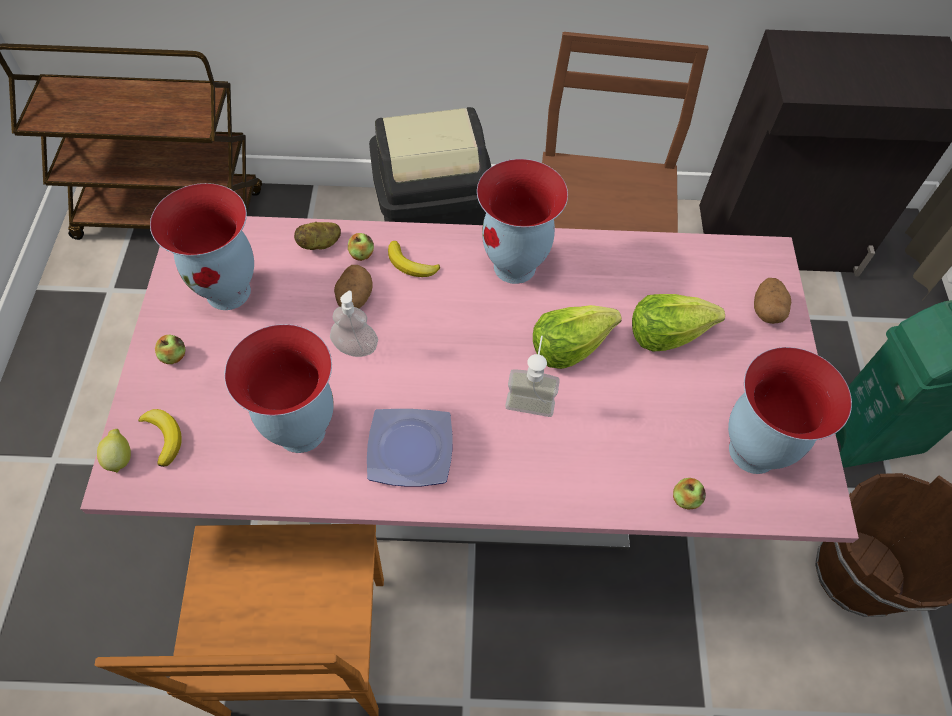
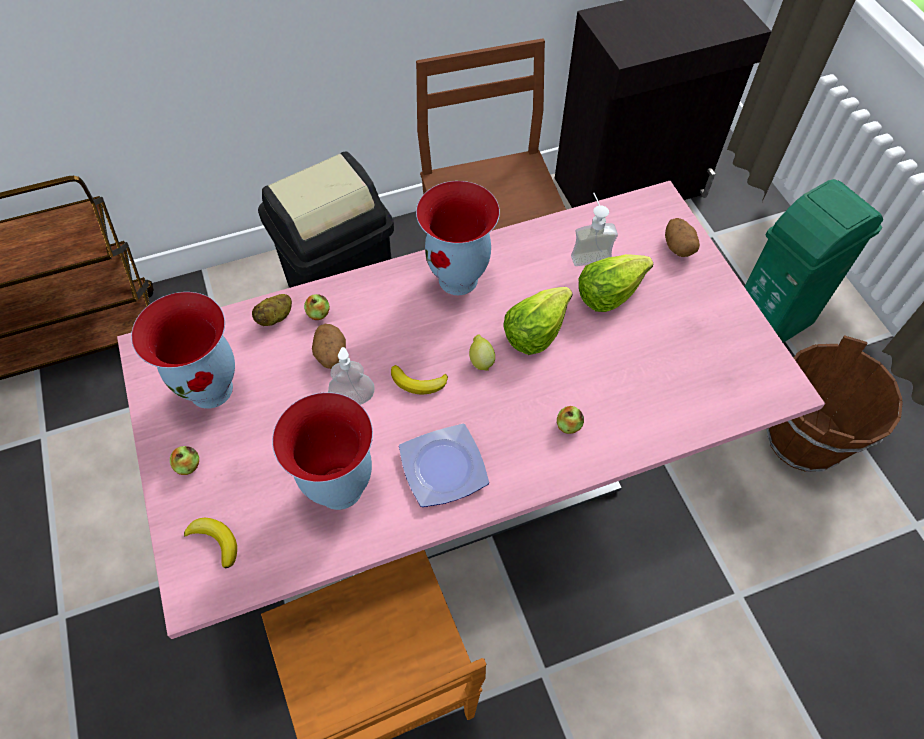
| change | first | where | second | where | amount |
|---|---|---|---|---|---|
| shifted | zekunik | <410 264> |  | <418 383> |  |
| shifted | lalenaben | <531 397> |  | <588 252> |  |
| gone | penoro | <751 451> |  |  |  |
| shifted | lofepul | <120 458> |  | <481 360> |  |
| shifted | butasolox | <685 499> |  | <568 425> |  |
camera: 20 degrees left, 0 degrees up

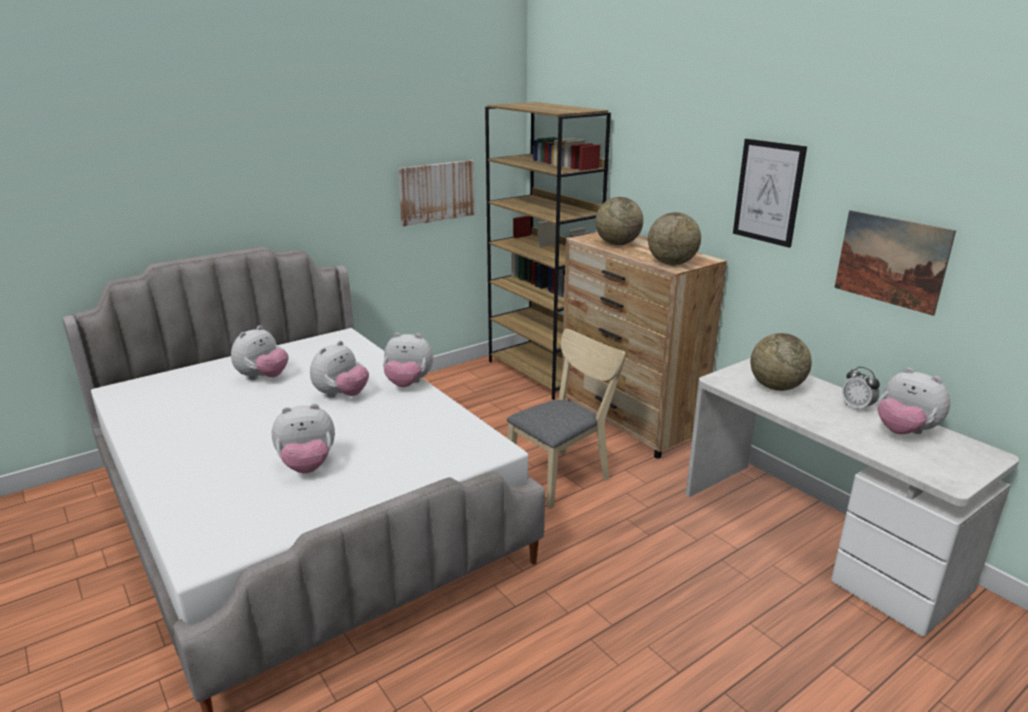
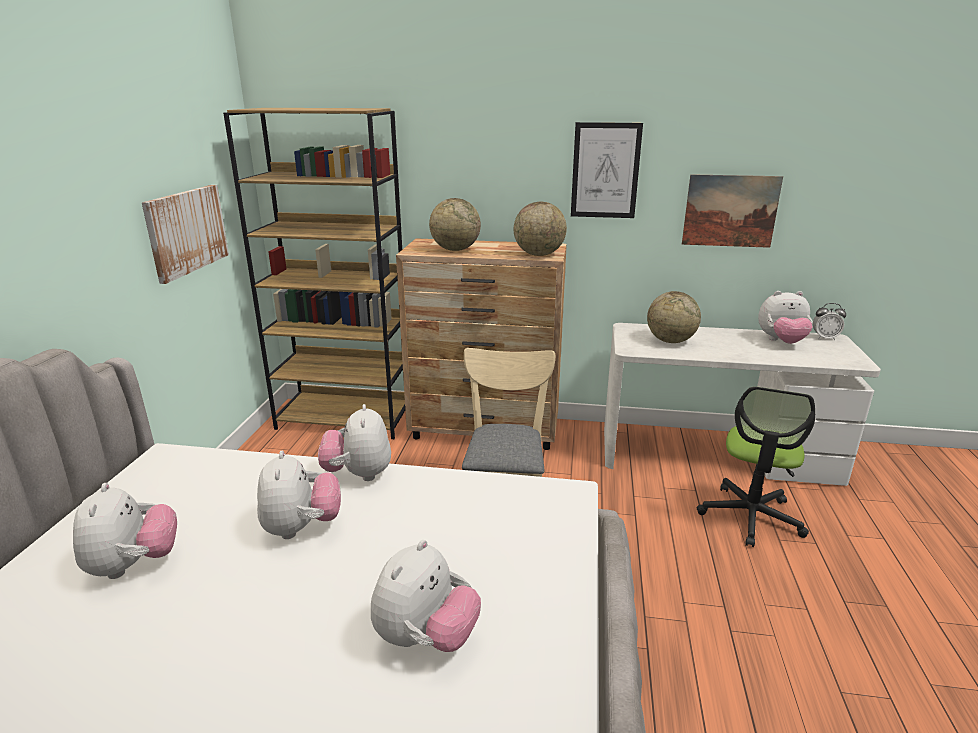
| change | first | where | second | where | amount |
|---|---|---|---|---|---|
| rotated | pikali | <408 384> |  | <358 474> | 120 degrees clockwise |
| shifted | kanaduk | <857 407> |  | <825 338> |  |
| new |  |  | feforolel | <750 516> |  |
camera: 45 degrees left, 0 degrees up

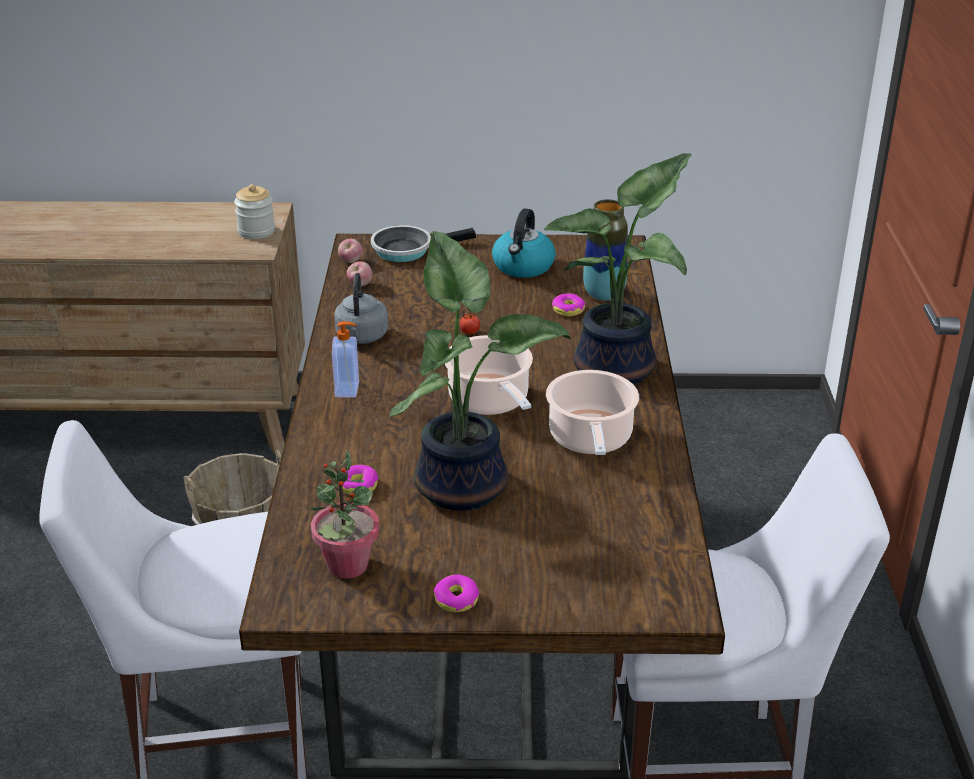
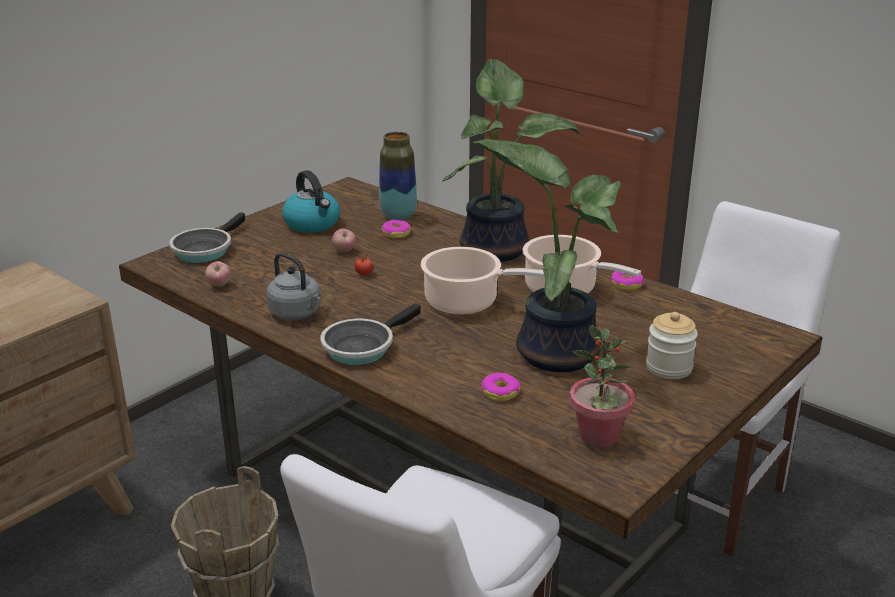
| change | first | where | second | where | amount |
|---|---|---|---|---|---|
| shifted | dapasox | <256 231> |  | <669 368> |  |
| shifted | butasolox | <351 262> |  | <344 251> |  |
| swapped | lalenaben | <348 390> | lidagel | <362 347> |  |
| shifted | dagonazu | <456 600> |  | <626 285> |  |
camera: 50 degrees left, 5 degrees down

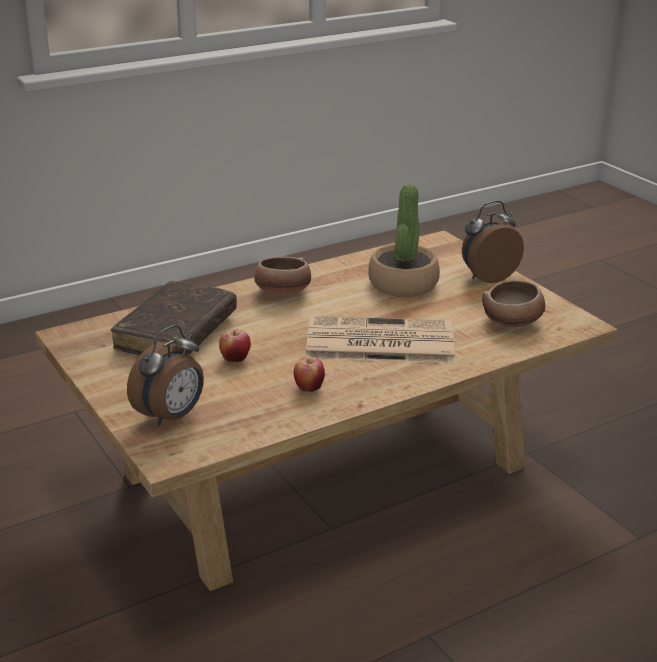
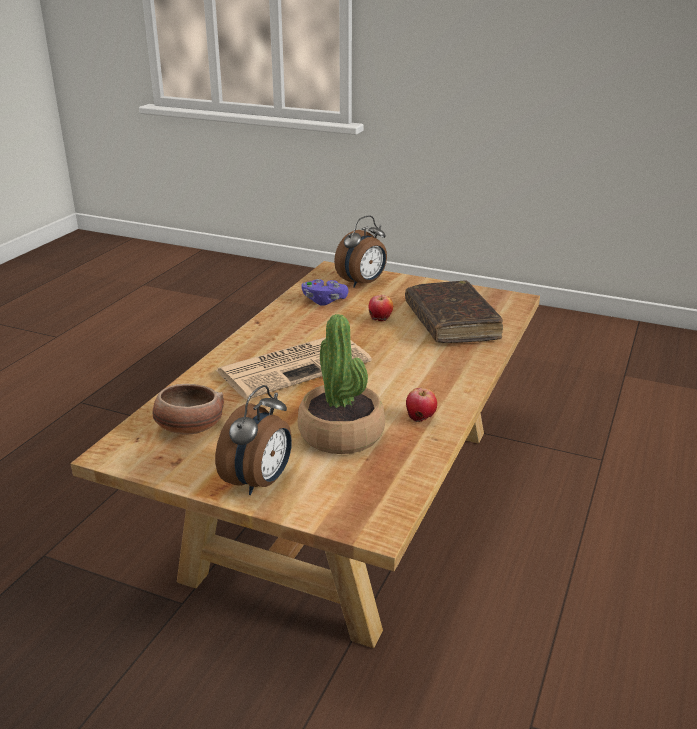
| change | first | where | second | where | amount |
|---|---|---|---|---|---|
| gone | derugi | <282 293> |  |  |  |
| rotated | kanaduk | <171 416> |  | <363 283> | 135 degrees counterclockwise |
| shifted | butasolox | <309 388> |  | <420 419> |  |
| new |  |  | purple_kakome | <324 301> |  |
camera: 145 degrees right, 0 degrees up

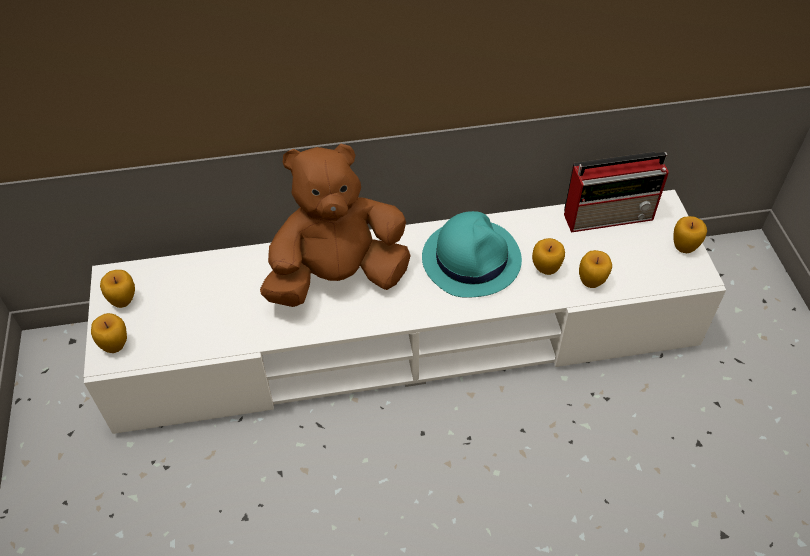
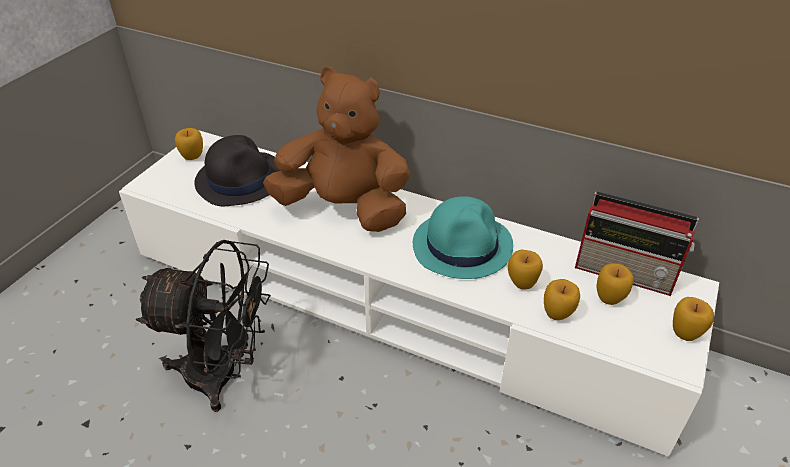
| change | first | where | second | where | amount |
|---|---|---|---|---|---|
| shifted | butasolox | <115 345> |  | <609 298> |  |
| new |  |  | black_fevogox | <240 179> |  |
| new |  |  | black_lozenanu | <225 375> |  |
camera: 35 degrees right, 10 degrees down

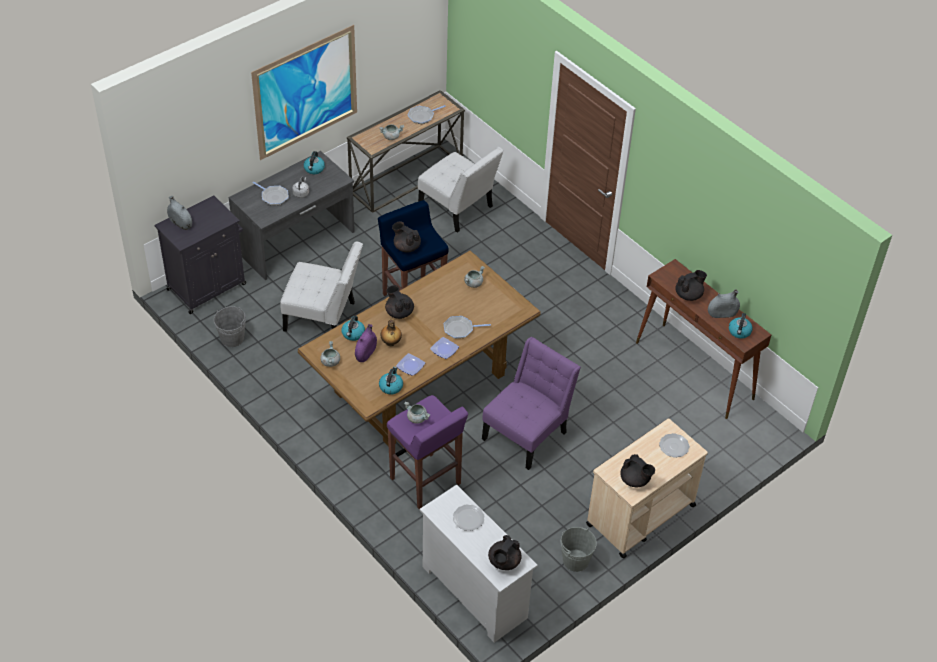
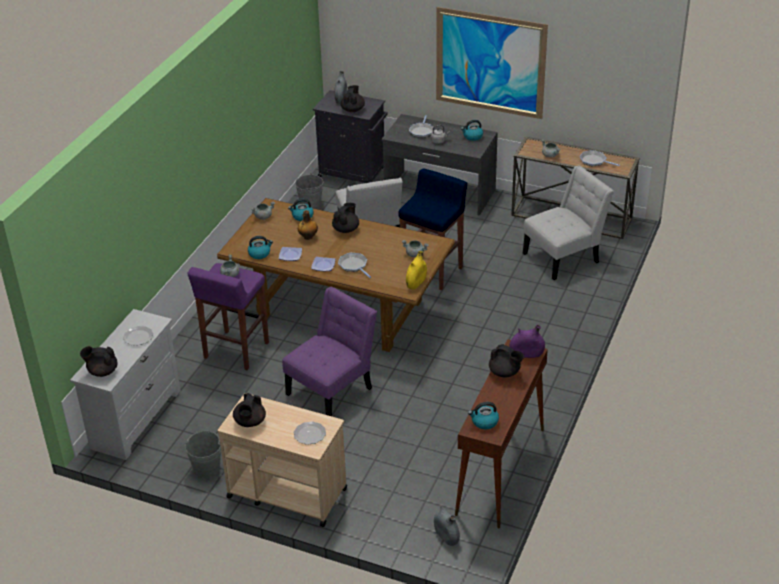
| change | first | where | second | where | amount |
|---|---|---|---|---|---|
| rotated | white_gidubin | <458 209> |  | <564 256> | 135 degrees counterclockwise |
| shifted | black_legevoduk | <406 247> |  | <353 109> |  |
| shifted | grey_penoro | <722 314> |  | <446 536> |  |
| shifted | purple_penoro | <366 353> |  | <526 354> |  |
| rotated | purple_gidubin | <527 433> |  | <332 389> | 60 degrees counterclockwise |
| new |  |  | yellow_penoro | <416 282> |  |
camera: 65 degrees right, 10 degrees down

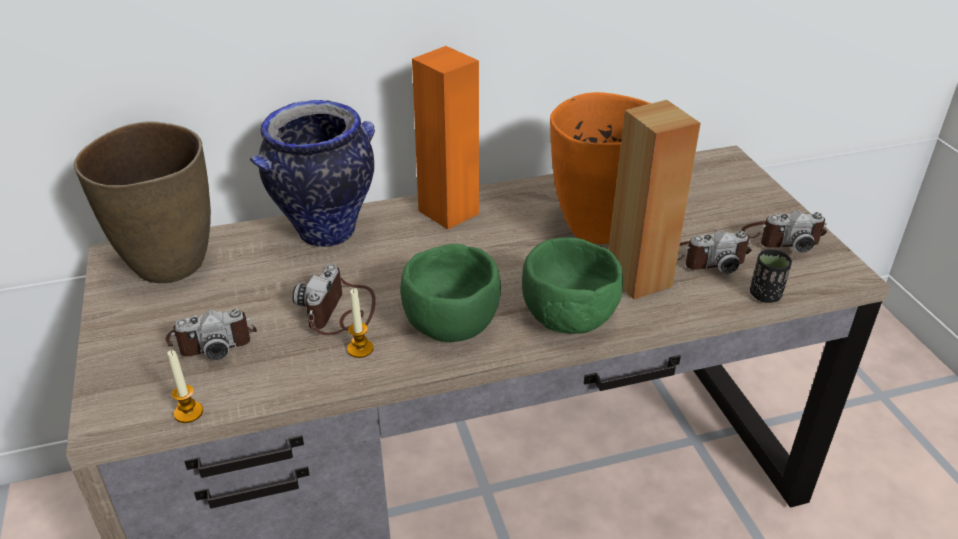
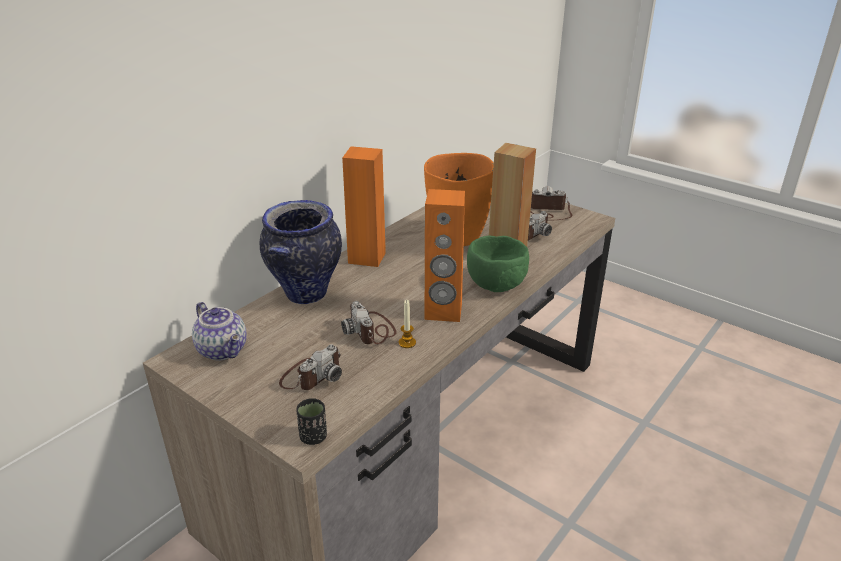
| change | first | where | second | where | amount |
|---|---|---|---|---|---|
| swapped | brown_penoro | <170 265> | legevoduk | <224 350> |  |
| rotated | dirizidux | <782 238> |  | <549 212> | 135 degrees counterclockwise |
| swapped | green_derugi | <453 326> | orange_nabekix | <443 312> |  |
| shifted | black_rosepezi | <765 295> |  | <313 437> |  |
| gone | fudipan | <188 412> |  |  |  |
camera: 35 degrees left, 5 degrees down

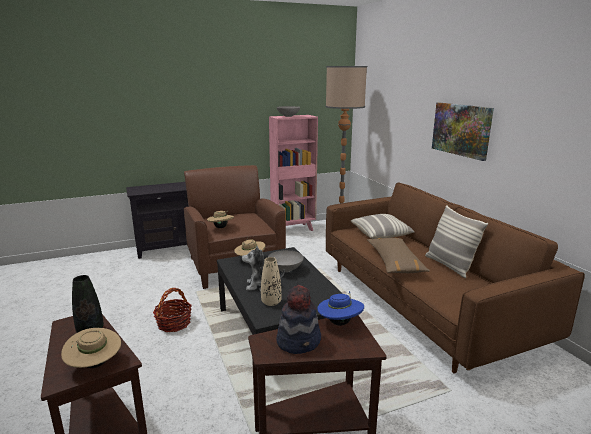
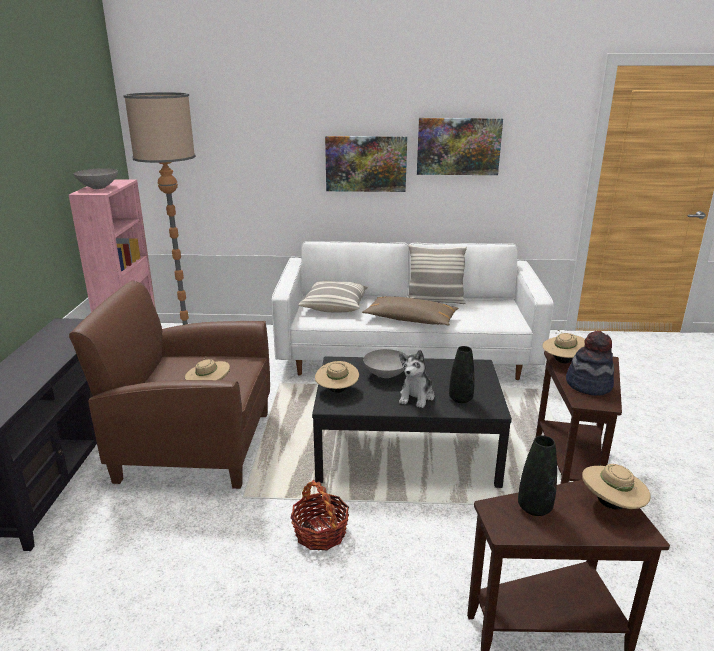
| change | first | where | second | where | amount |
|---|---|---|---|---|---|
| repainted | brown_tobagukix | <422 302> | white_tobagukix | <406 354> |  |
| repainted | beige_penoro | <271 302> | black_penoro | <460 399> |  |
| repainted | blue_fevogox | <340 323> | beige_fevogox | <563 361> |  |
| new |  |  | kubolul | <458 146> |  |
camera: 65 degrees left, 5 degrees up

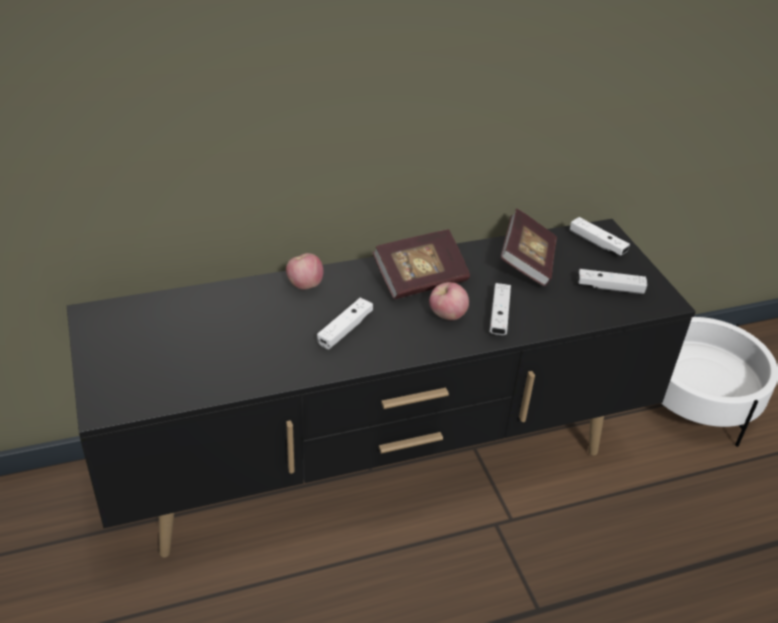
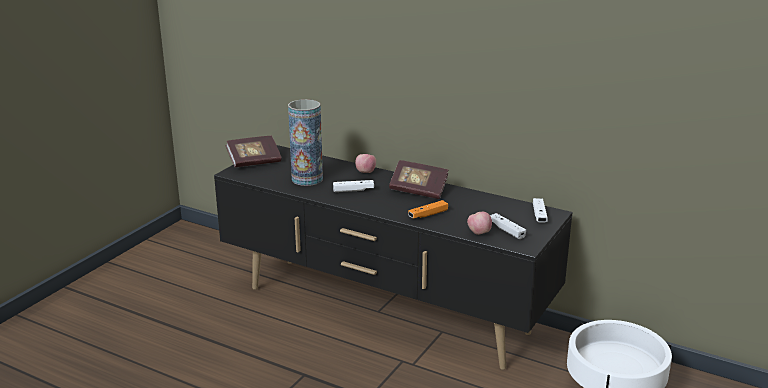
| change | first | where | second | where | amount |
|---|---|---|---|---|---|
| shifted | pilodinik | <527 262> |  | <254 162> |  |
| shifted | butasolox | <447 316> |  | <478 233> |  |
| repainted | white_kakome | <499 316> | orange_kakome | <428 214> |  |
| new |  |  | penoro | <307 179> |  |
camera: 50 degrees right, 15 degrees down

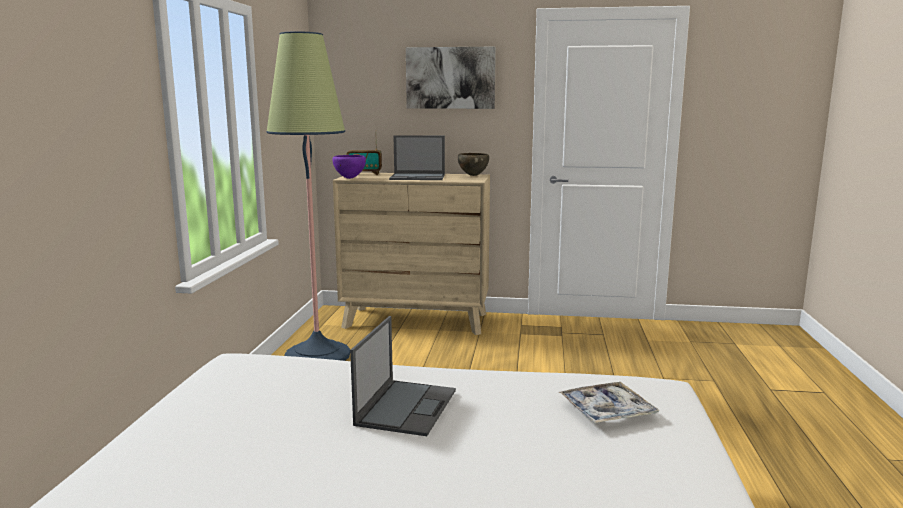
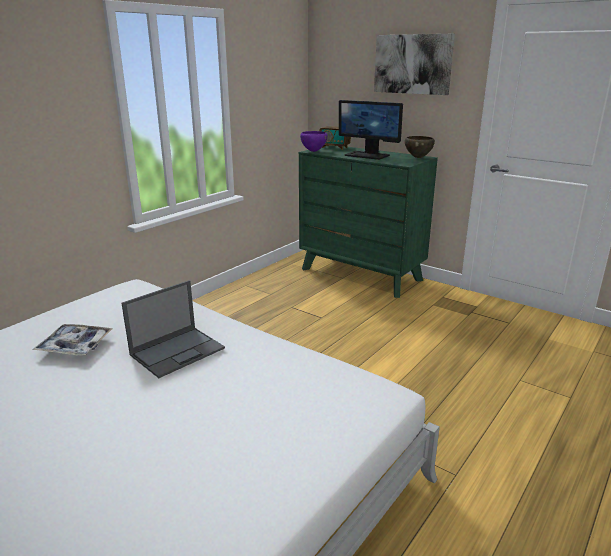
| change | first | where | second | where | amount |
|---|---|---|---|---|---|
| gone | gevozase | <317 355> |  |  |  |
| swapped | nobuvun | <418 177> | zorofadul | <368 155> |  |
| repainted | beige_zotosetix | <416 320> | green_zotosetix | <361 274> |  |
| shifted | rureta | <607 411> |  | <75 345> |  |
camera: 30 degrees right, 10 degrees up

